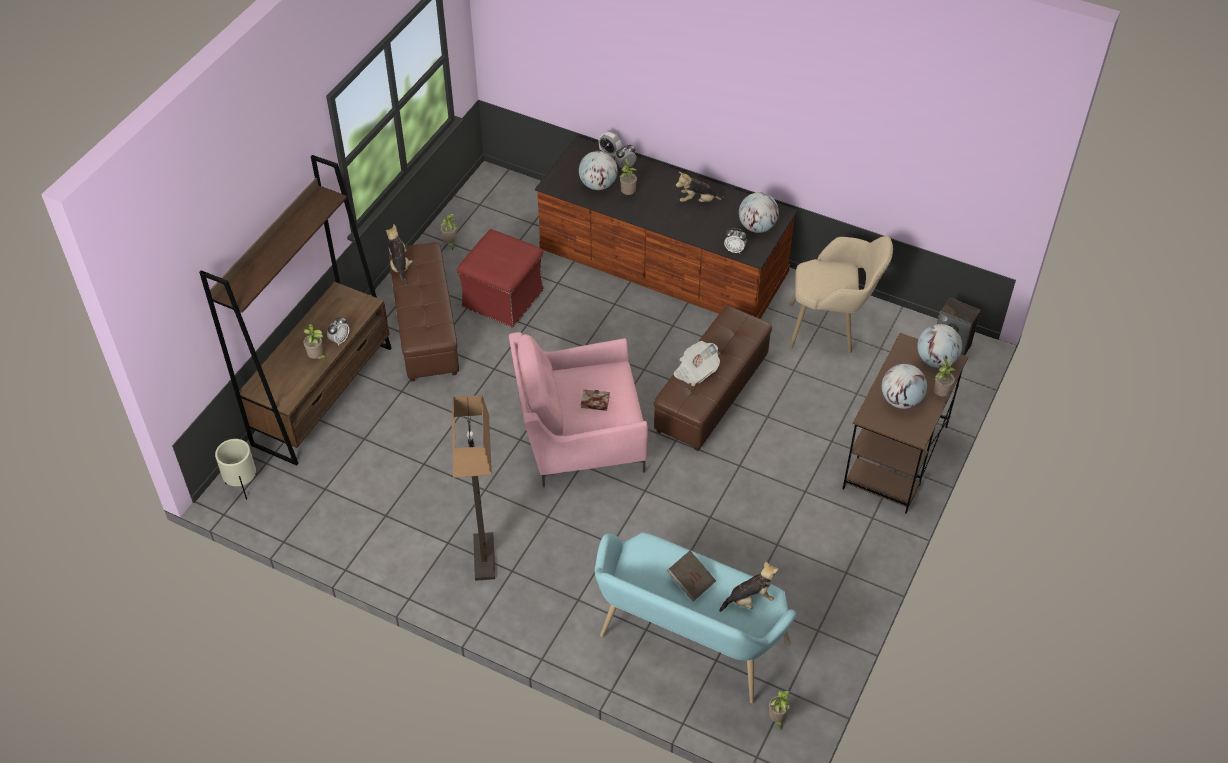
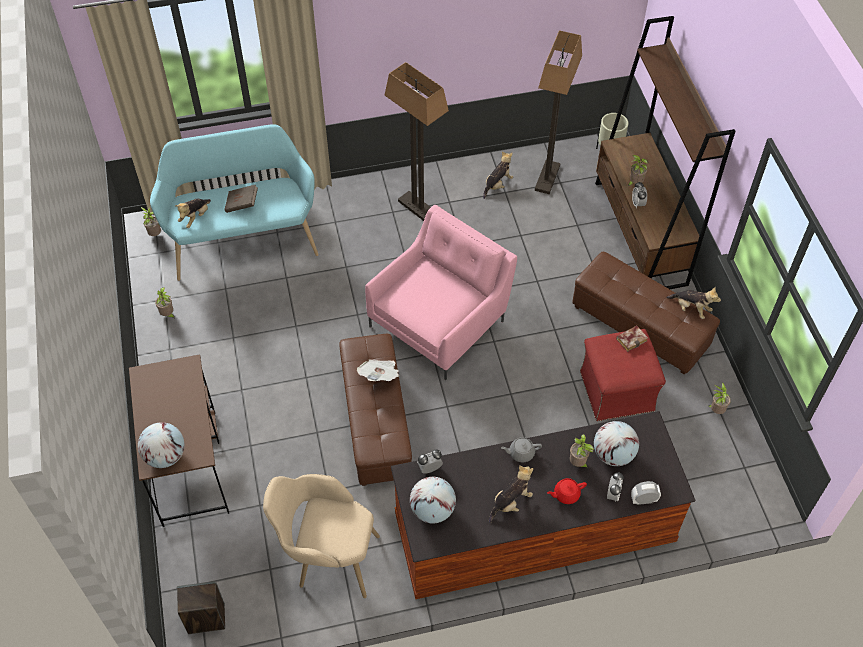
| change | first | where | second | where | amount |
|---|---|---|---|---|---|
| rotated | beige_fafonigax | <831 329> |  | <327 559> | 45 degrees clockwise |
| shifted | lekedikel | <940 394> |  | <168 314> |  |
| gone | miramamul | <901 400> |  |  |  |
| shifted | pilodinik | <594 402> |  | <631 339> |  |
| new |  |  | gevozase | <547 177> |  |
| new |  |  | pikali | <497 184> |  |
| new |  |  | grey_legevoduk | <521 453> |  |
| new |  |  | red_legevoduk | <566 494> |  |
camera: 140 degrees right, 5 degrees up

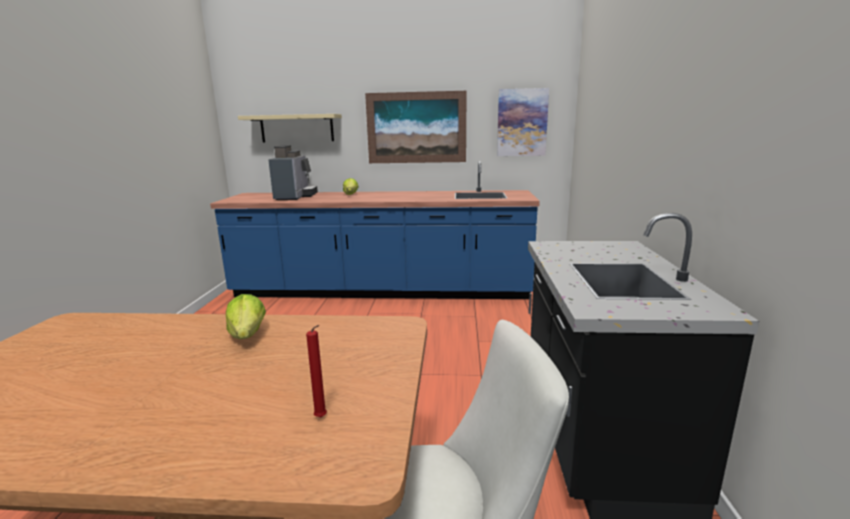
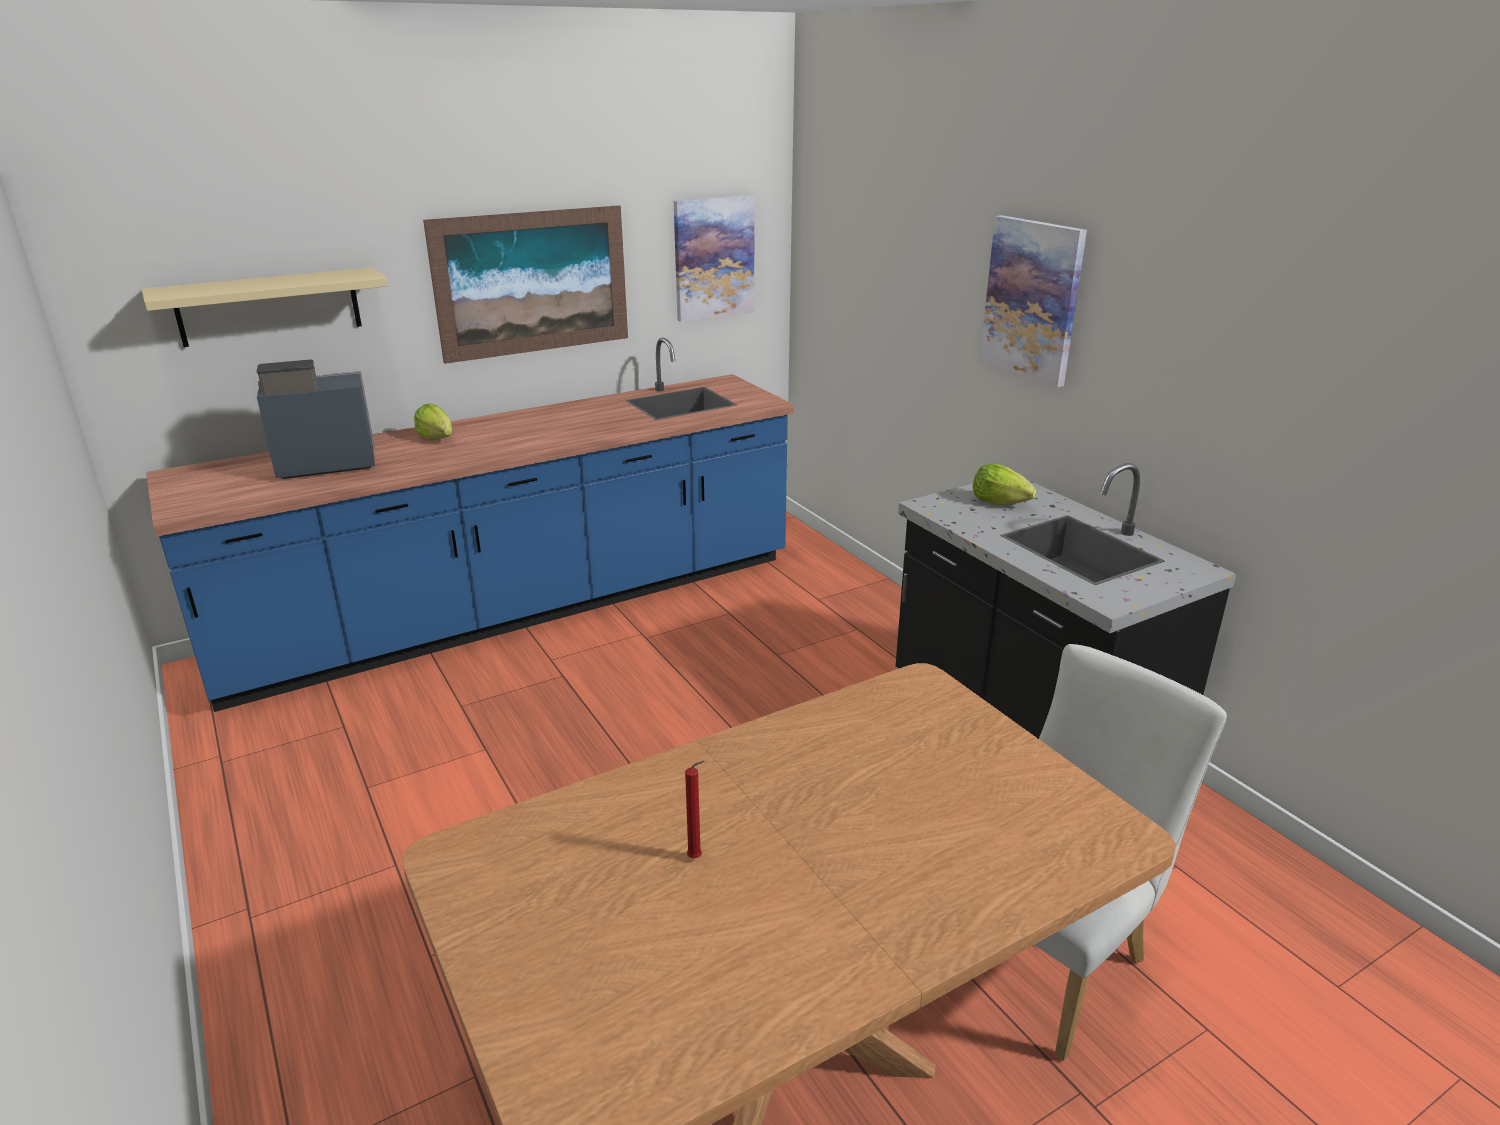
| change | first | where | second | where | amount |
|---|---|---|---|---|---|
| rotated | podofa | <295 196> |  | <322 464> | 75 degrees counterclockwise |
| shifted | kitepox | <248 335> |  | <999 502> |  |
| shifted | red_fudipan | <322 418> |  | <697 858> |  |
| new |  |  | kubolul | <1032 299> |  |
camera: 35 degrees left, 10 degrees up

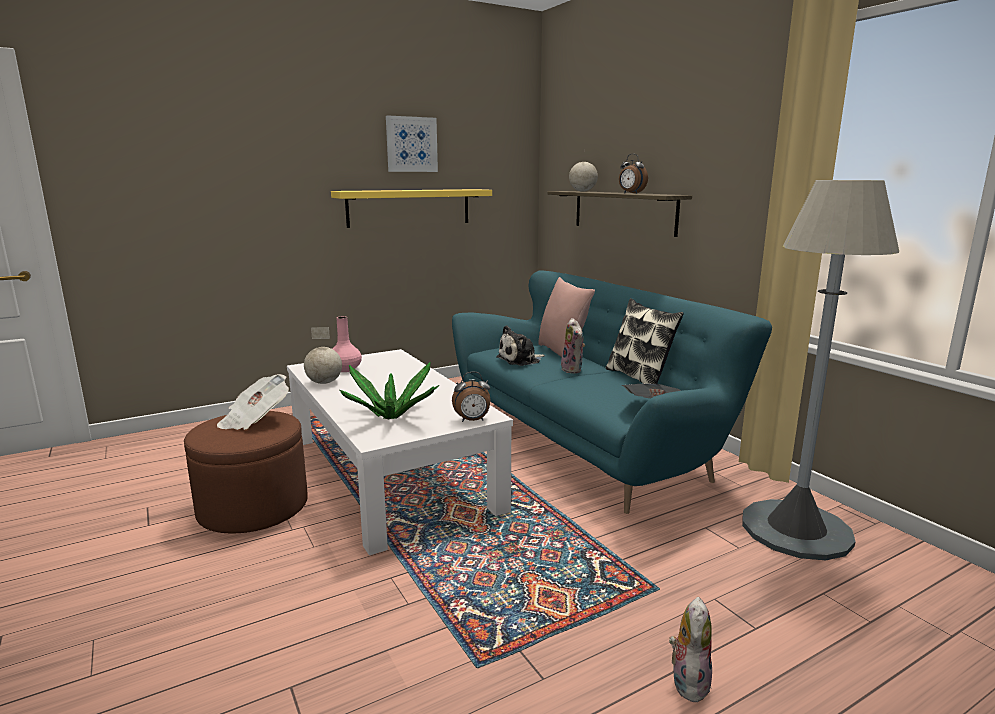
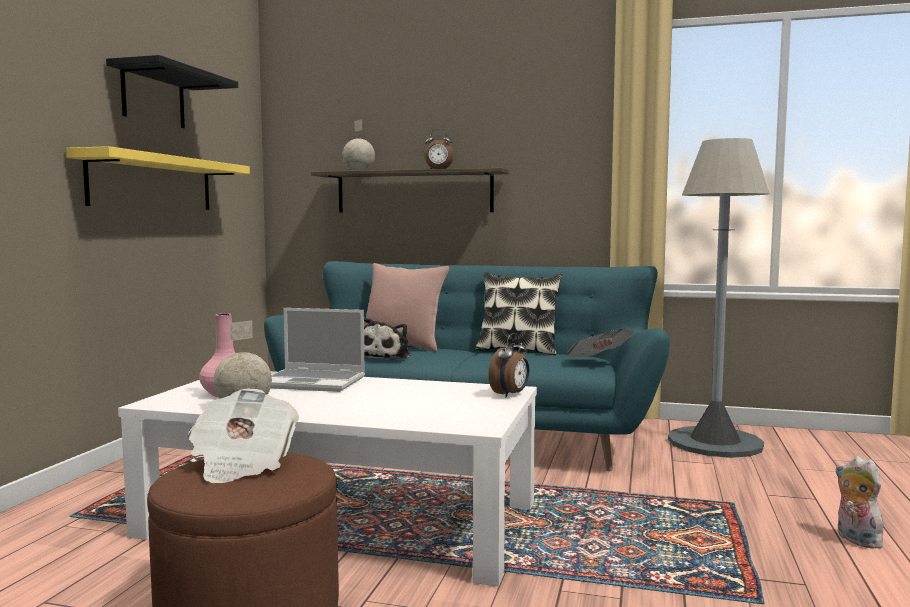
| change | first | where | second | where | amount |
|---|---|---|---|---|---|
| swapped | kubolul | <411 144> | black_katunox | <153 97> |  |
| gone | pikali | <573 370> |  |  |  |
| gone | lekedikel | <391 416> |  |  |  |
| new |  |  | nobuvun | <314 382> |  |
camera: 45 degrees left, 10 degrees down

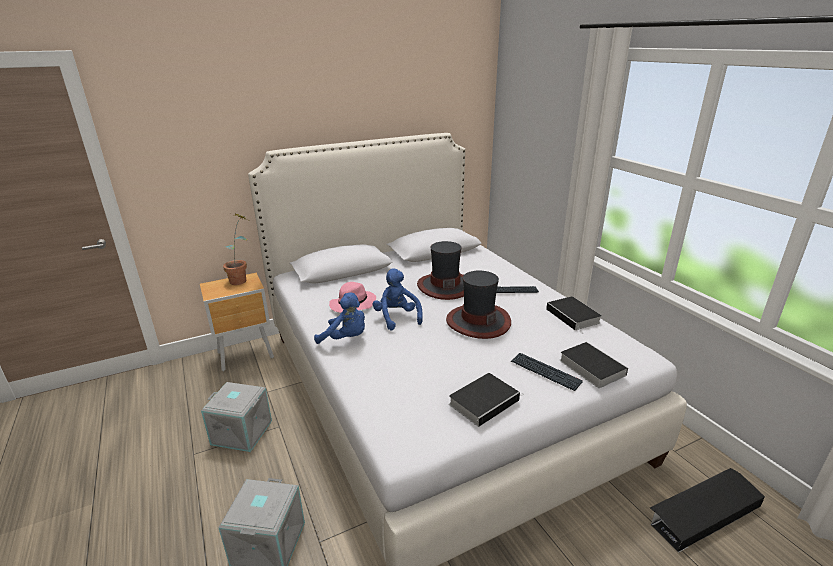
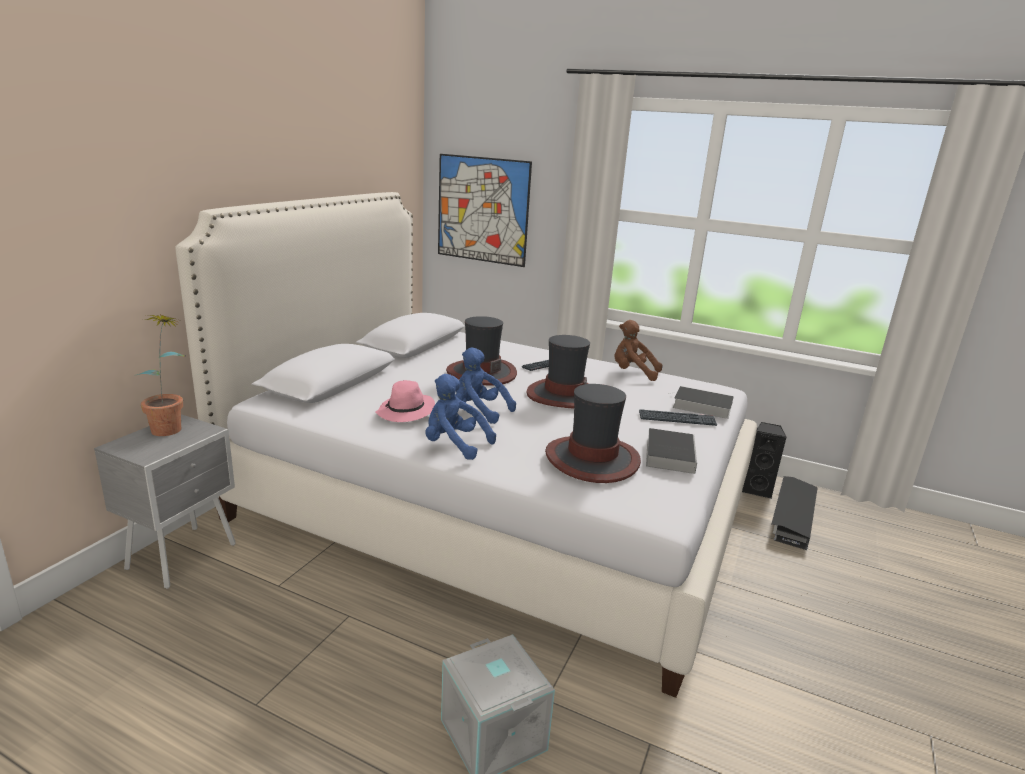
| change | first | where | second | where | amount |
|---|---|---|---|---|---|
| repainted | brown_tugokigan | <247 355> | grey_tugokigan | <185 556> |  |
| rotated | blue_pikali | <346 338> |  | <454 445> | 135 degrees counterclockwise |
| swapped | pilodinik | <574 316> | brown_pikali | <633 373> |  |
| gone | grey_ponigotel | <242 432> |  |  |  |
| new |  |  | kubolul | <482 210> |  |
| new |  |  | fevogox | <592 459> |  |
| new |  |  | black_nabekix | <757 490> |  |
camera: 40 degrees left, 5 degrees down

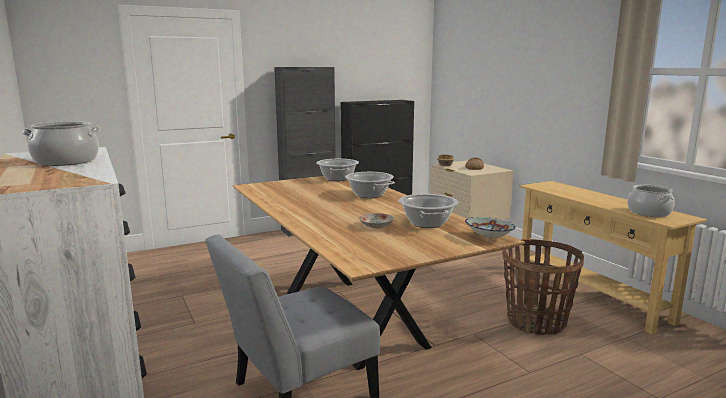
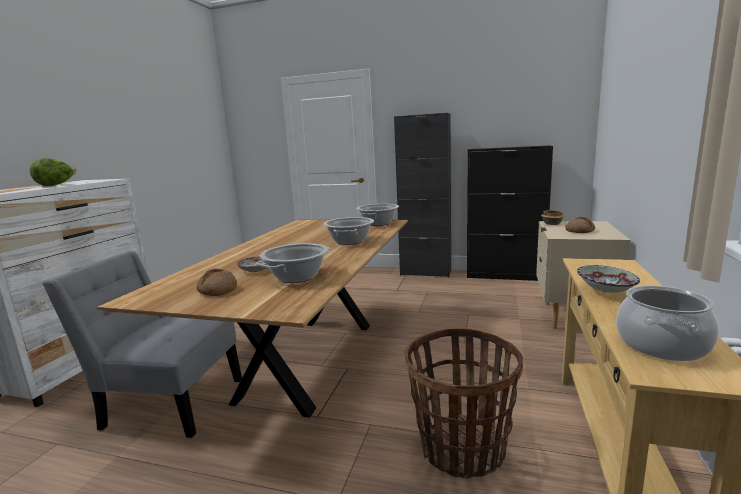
| change | first | where | second | where | amount |
|---|---|---|---|---|---|
| swapped | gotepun | <66 161> | kitepox | <56 185> |  |
| shifted | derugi | <488 237> |  | <604 291> |  |
| new |  |  | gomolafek | <217 290> |  |
camera: 45 degrees right, 0 degrees up

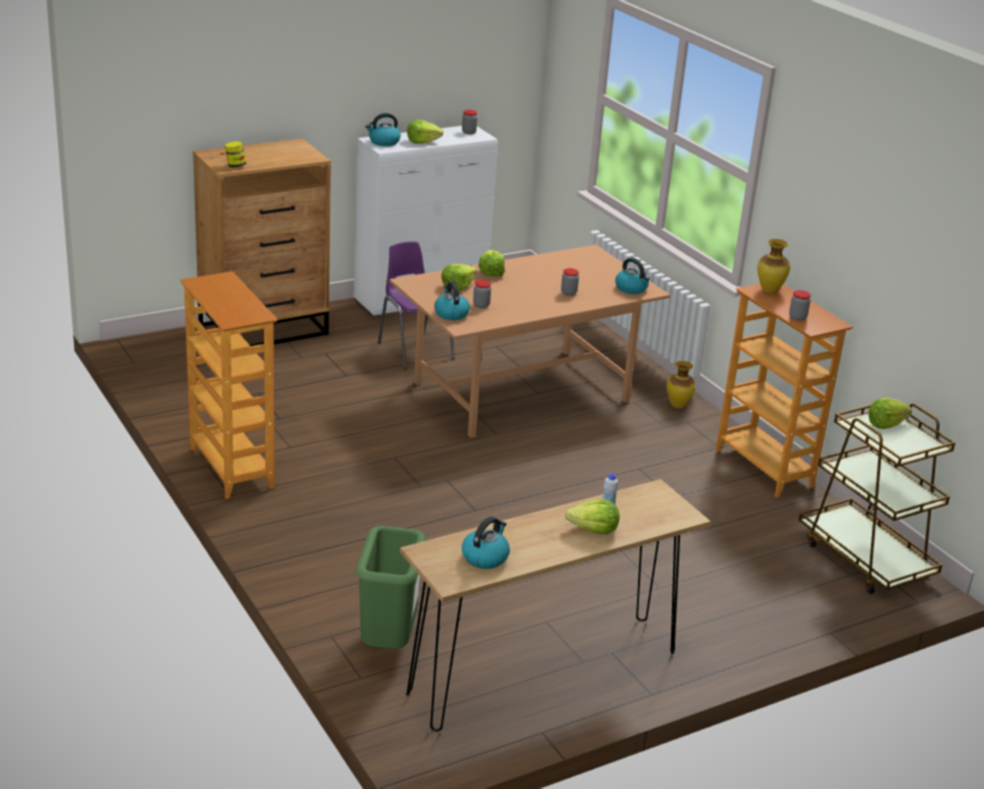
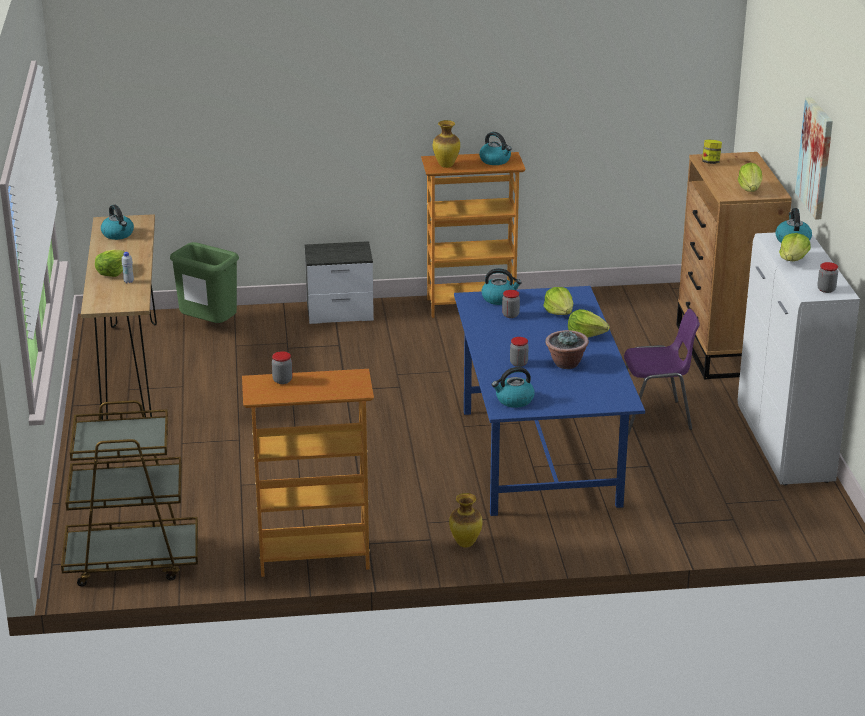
| change | first | where | second | where | amount |
|---|---|---|---|---|---|
| shifted | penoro | <770 291> |  | <445 166> |  |
| repainted | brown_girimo | <520 392> | blue_girimo | <538 456> |  |
| shifted | kitepox | <885 425> |  | <750 189> |  |
| new |  |  | kubolul | <816 157> |  |
| new |  |  | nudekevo | <495 160> |  |
| new |  |  | tugokigan | <341 313> |  |
| new |  |  | lekedikel | <566 364> |  |
camera: 115 degrees right, 0 degrees up

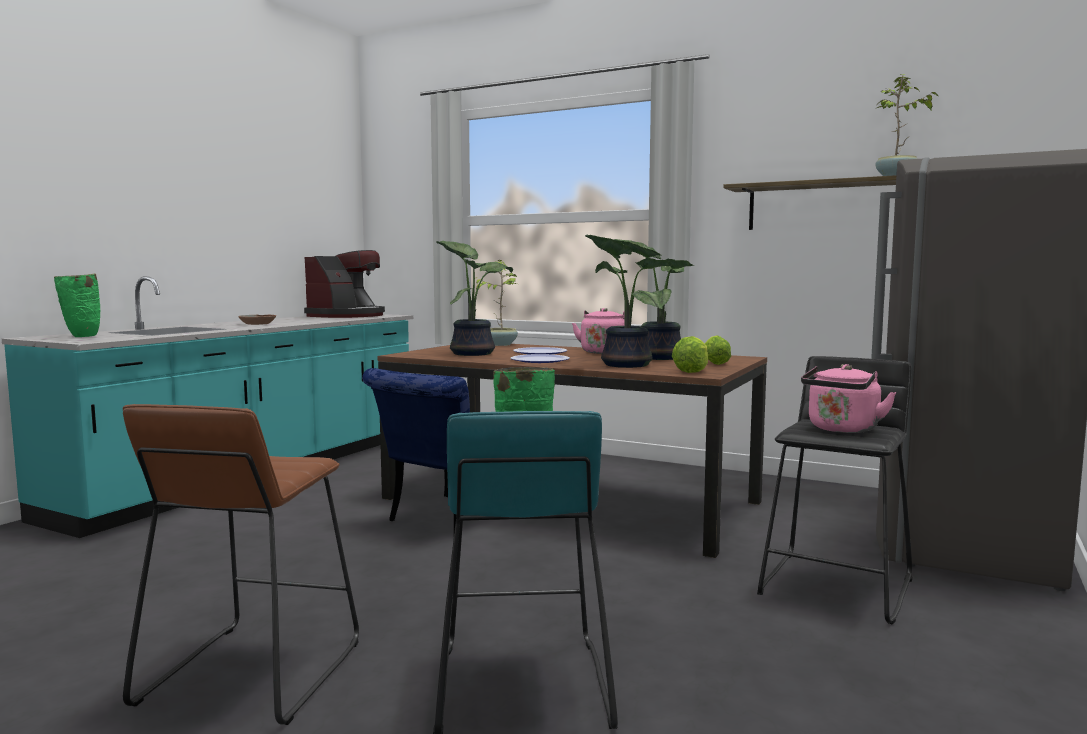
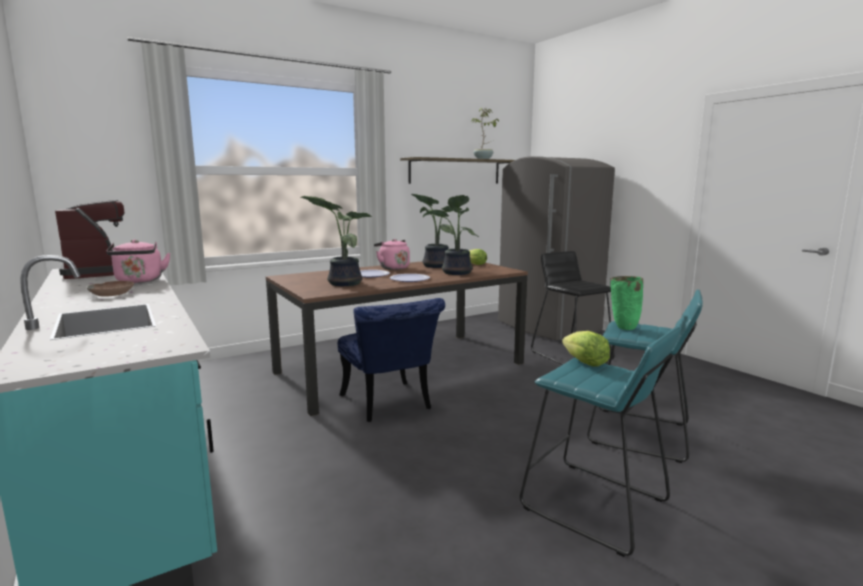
| change | first | where | second | where | amount |
|---|---|---|---|---|---|
| gone | lekedikel | <500 344> |  |  |  |
| gone | green_penoro | <81 336> |  |  |  |
| shifted | kitepox | <692 371> |  | <584 362> |  |
| shifted | pink_nudekevo | <842 429> |  | <139 281> |  |
| repainted | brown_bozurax | <251 672> | turquoise_bozurax | <593 505> |  |
camera: 60 degrees left, 5 degrees up

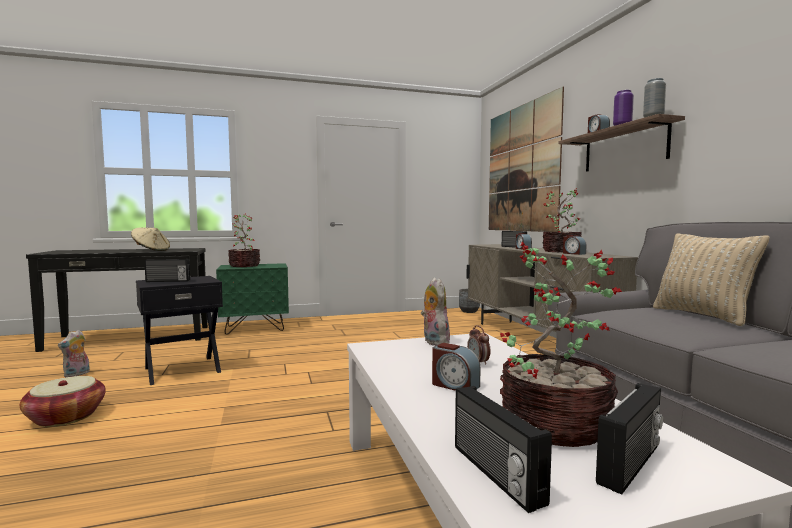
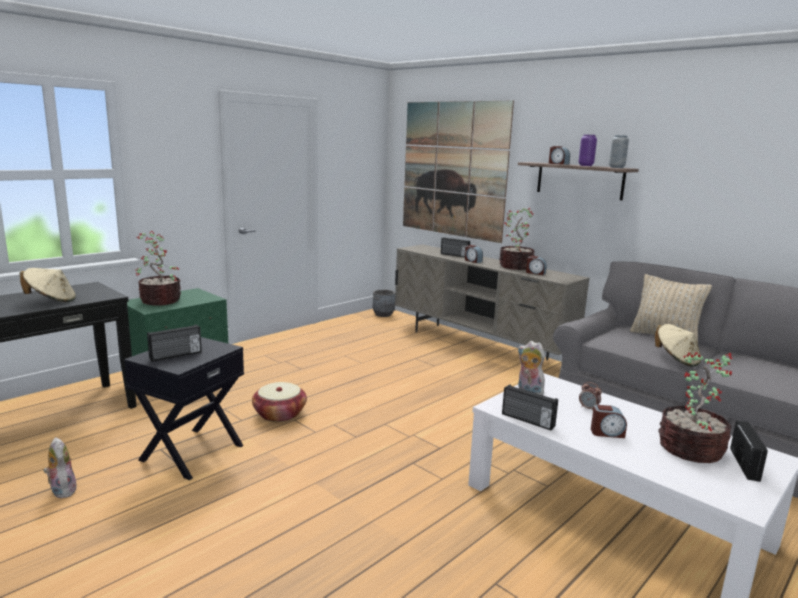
| change | first | where | second | where | amount |
|---|---|---|---|---|---|
| rotated | pikali | <77 374> |  | <61 490> | 150 degrees clockwise |
| shifted | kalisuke | <66 417> |  | <279 414> |  |
| shifted | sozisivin | <494 474> |  | <527 420> |  |
| new |  |  | beige_fevogox | <676 359> |  |
camera: 30 degrees left, 10 degrees up

